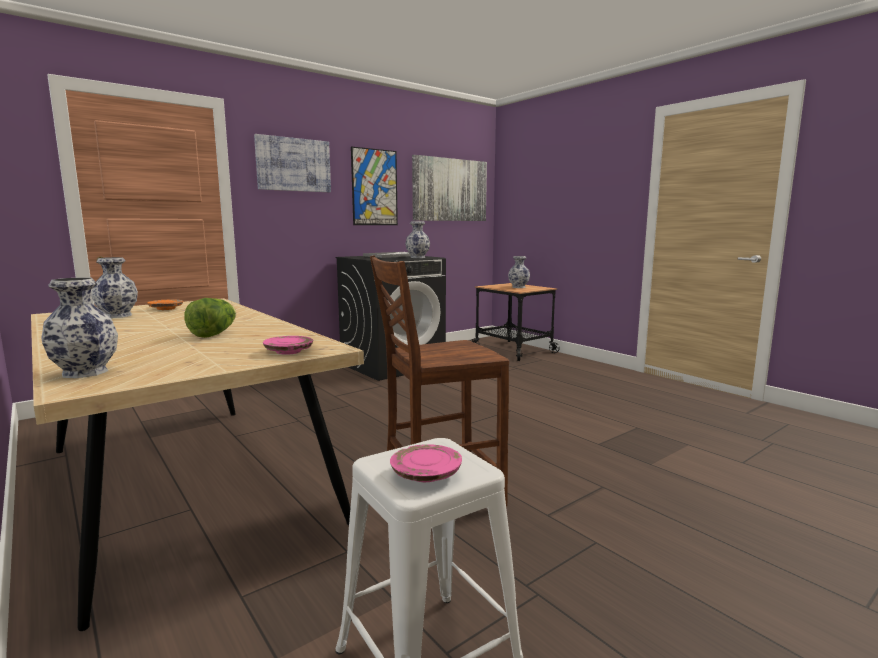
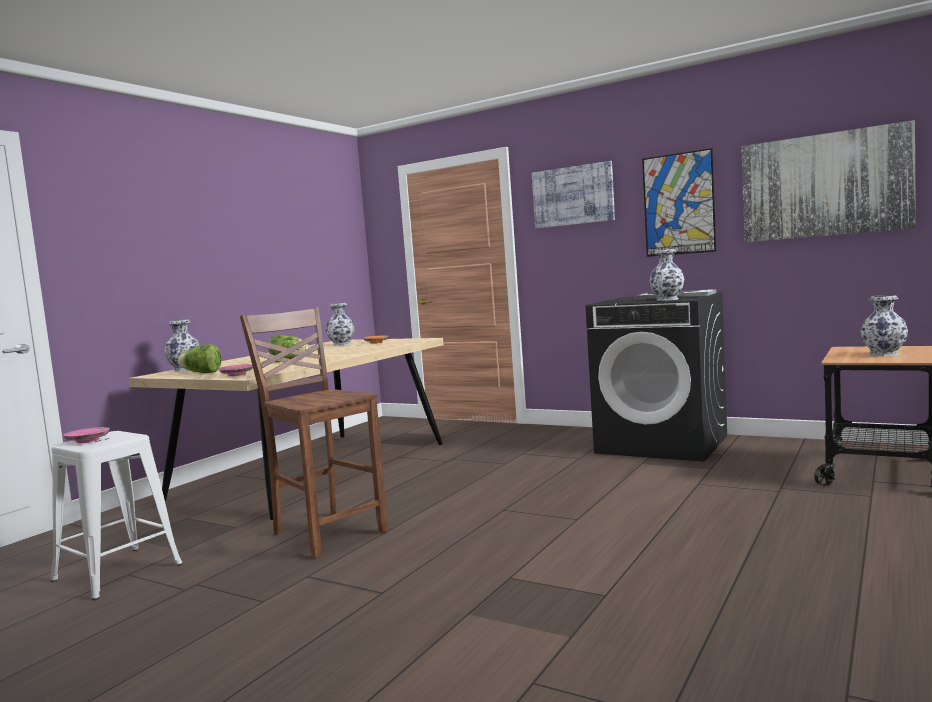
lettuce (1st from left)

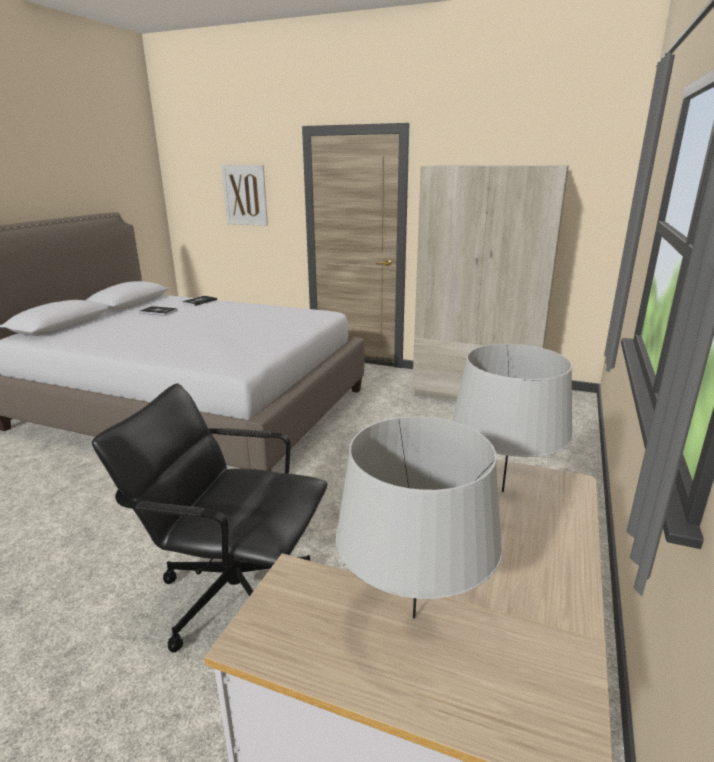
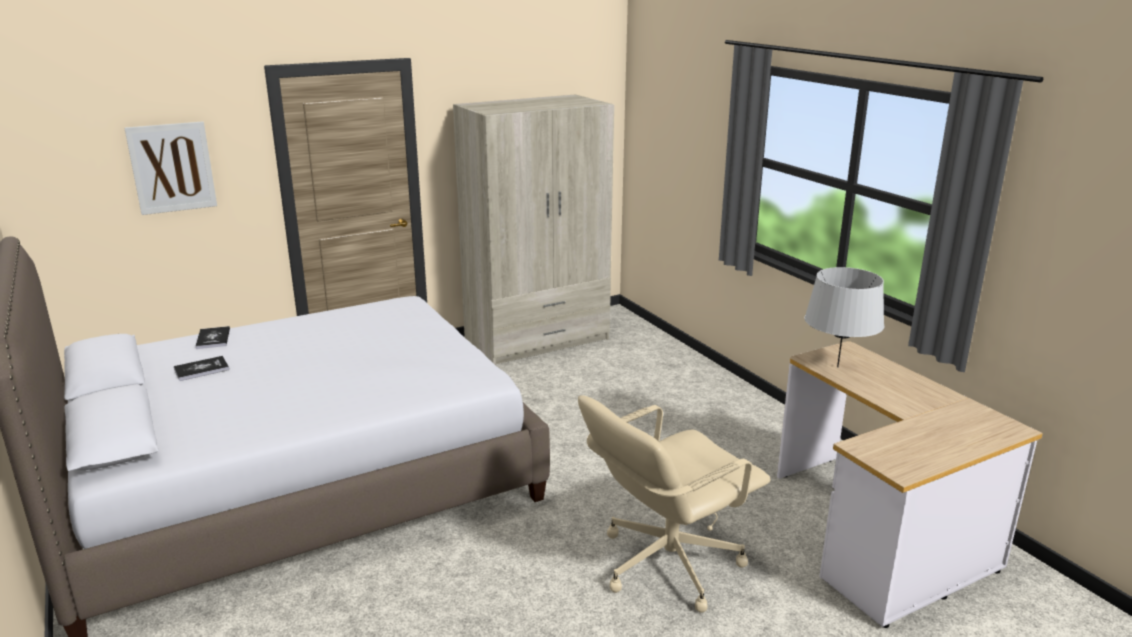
office chair in beige
table lamp in grey (1st from left in the first image)

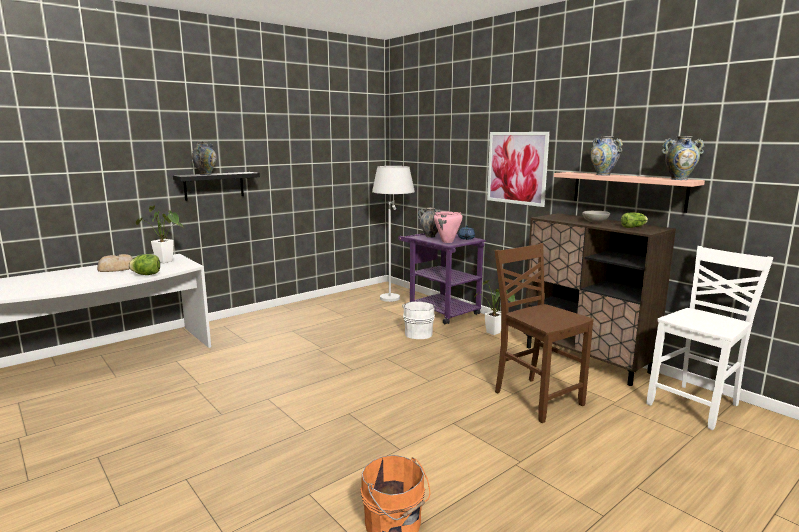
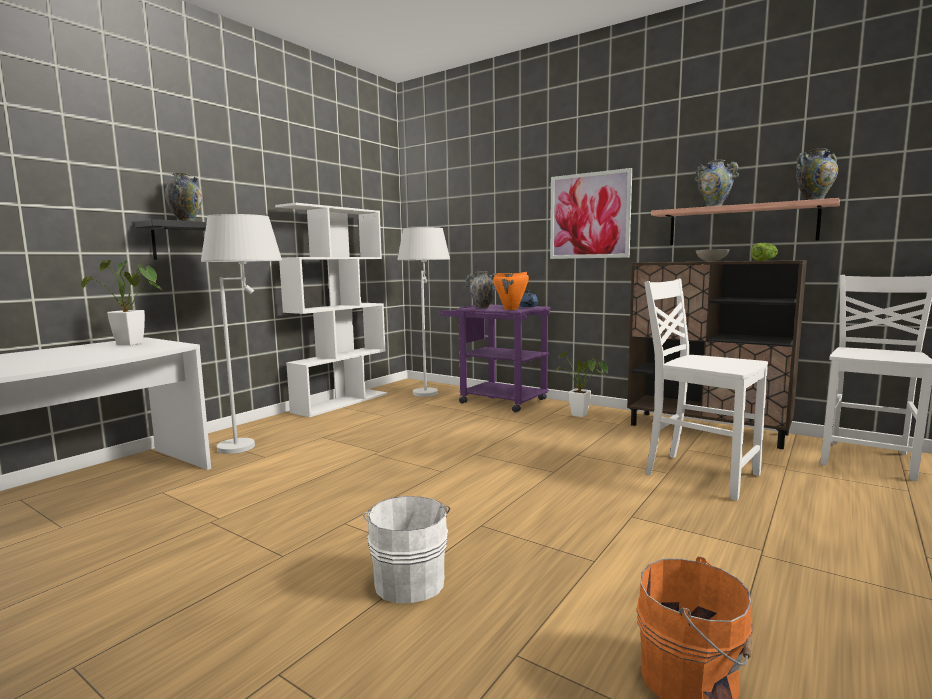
cooking pot in orange
chair in white (1st from left)
bread
lettuce (1st from left in the first image)
bucket in white
bookcase in white
floor lamp in white (1st from left)

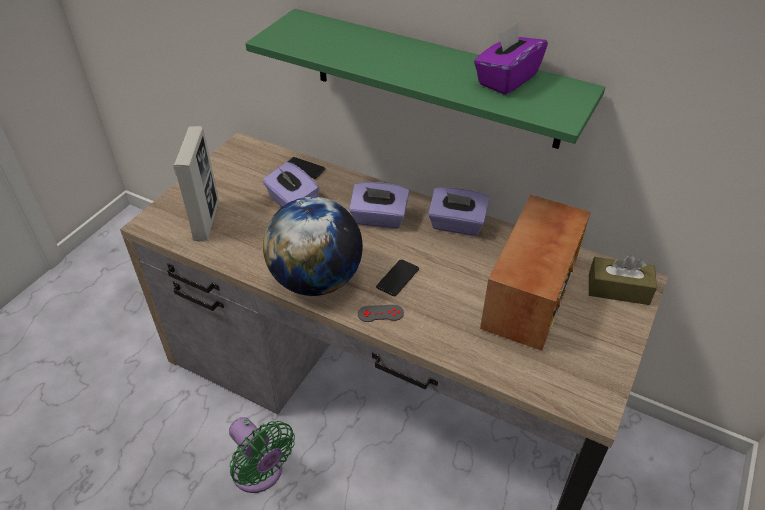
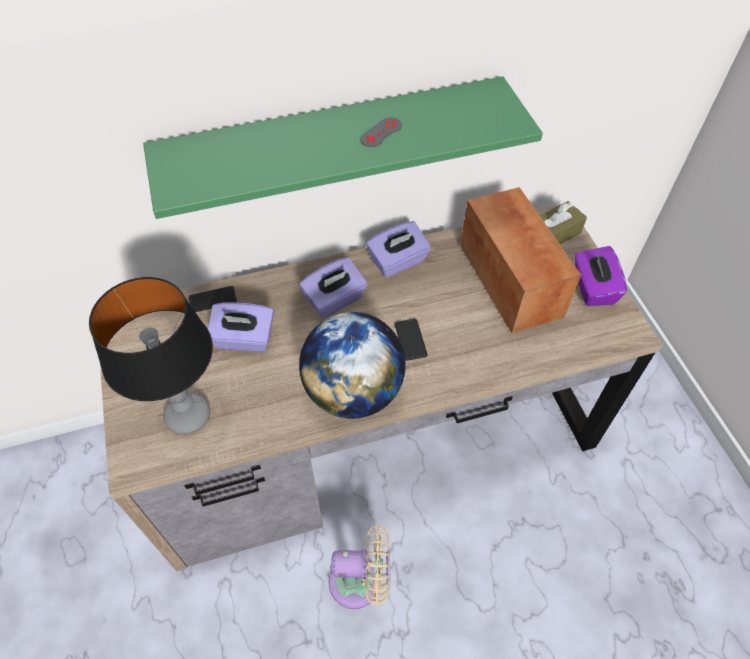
tissue box in purple (4th from left)
table lamp
game controller in grey
fan in beige

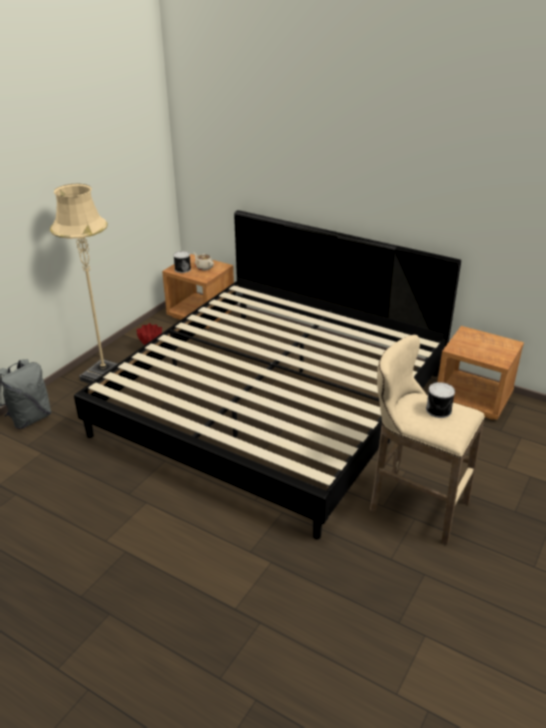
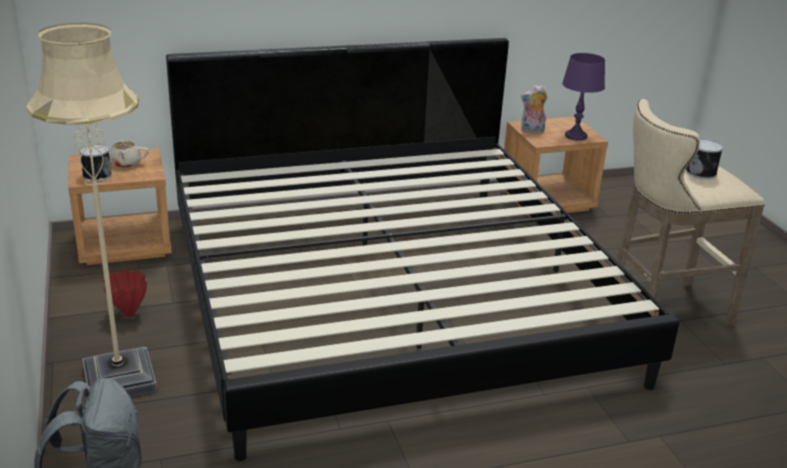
table lamp in purple
plush toy

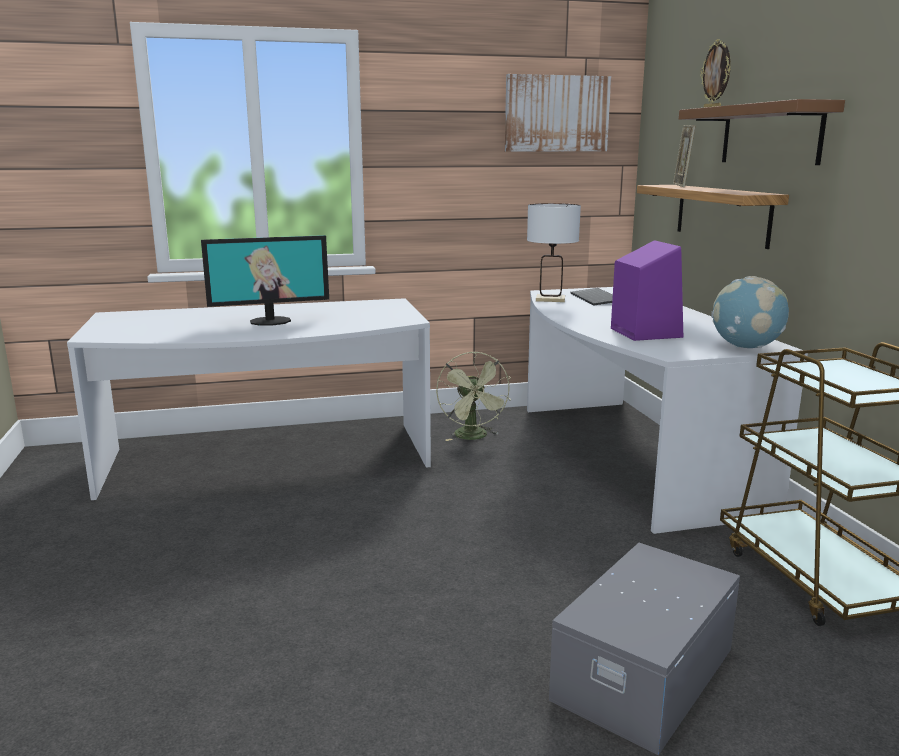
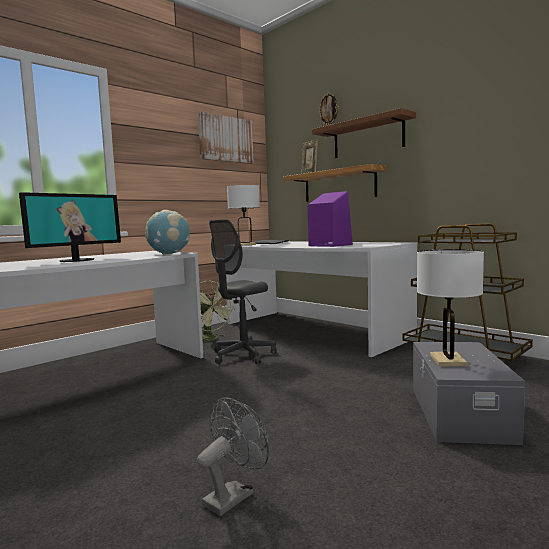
globe
office chair in grey
table lamp in white (2nd from left)
fan in grey

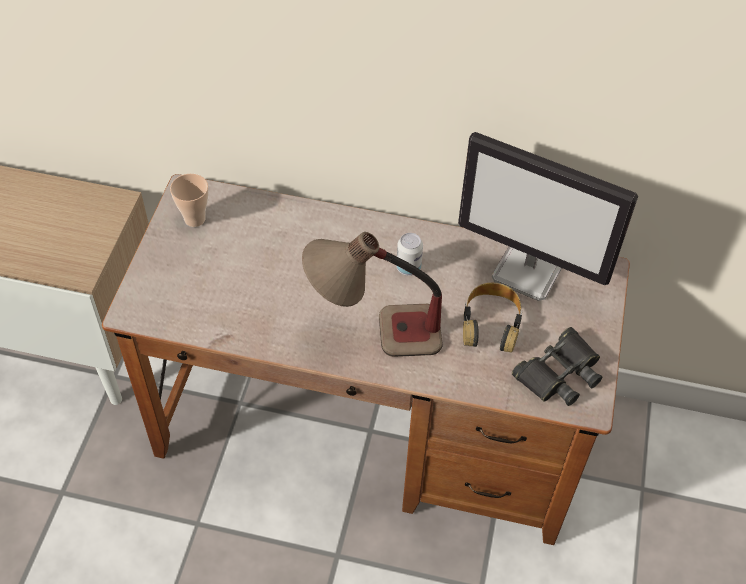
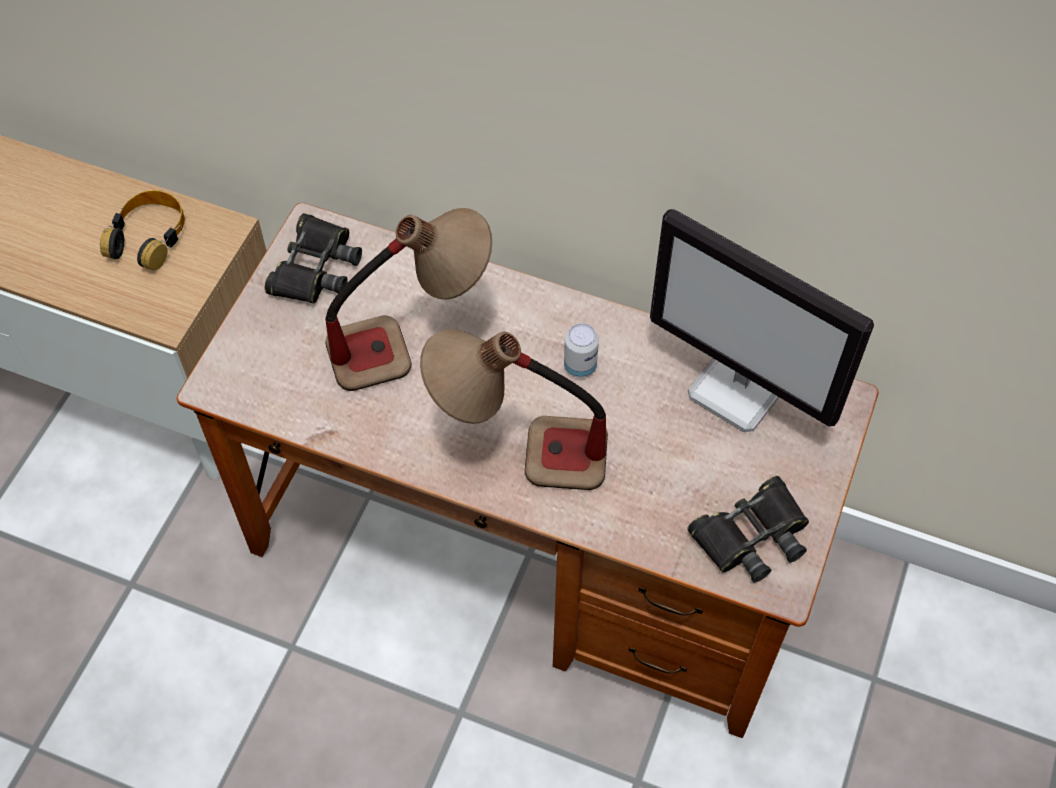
binoculars in black (1st from left)
headphones
table lamp (1st from left)

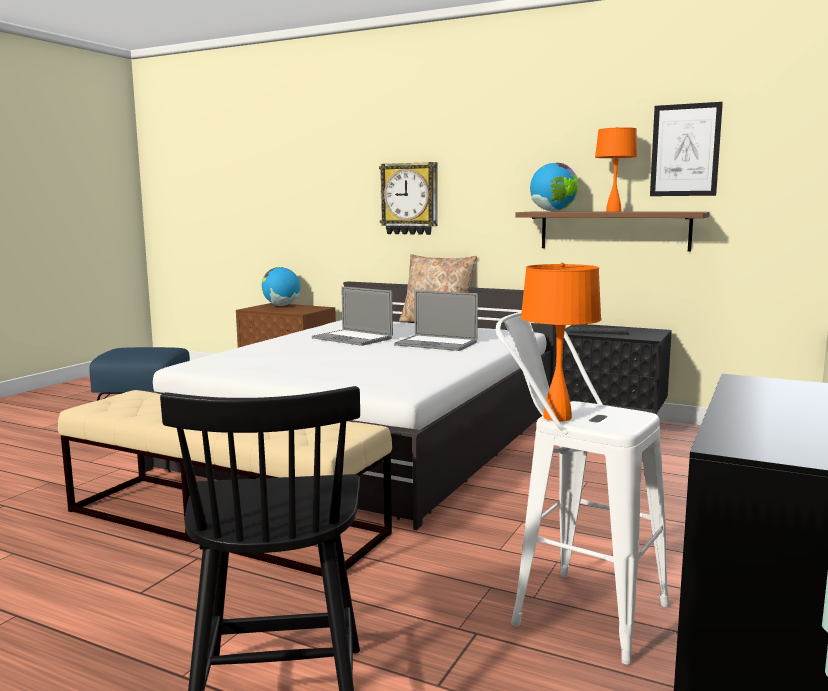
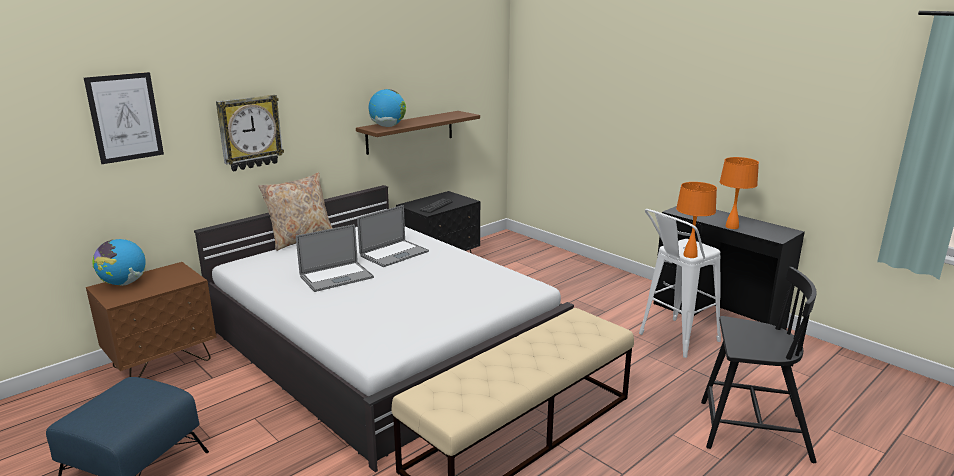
picture
table lamp in orange (2nd from left)

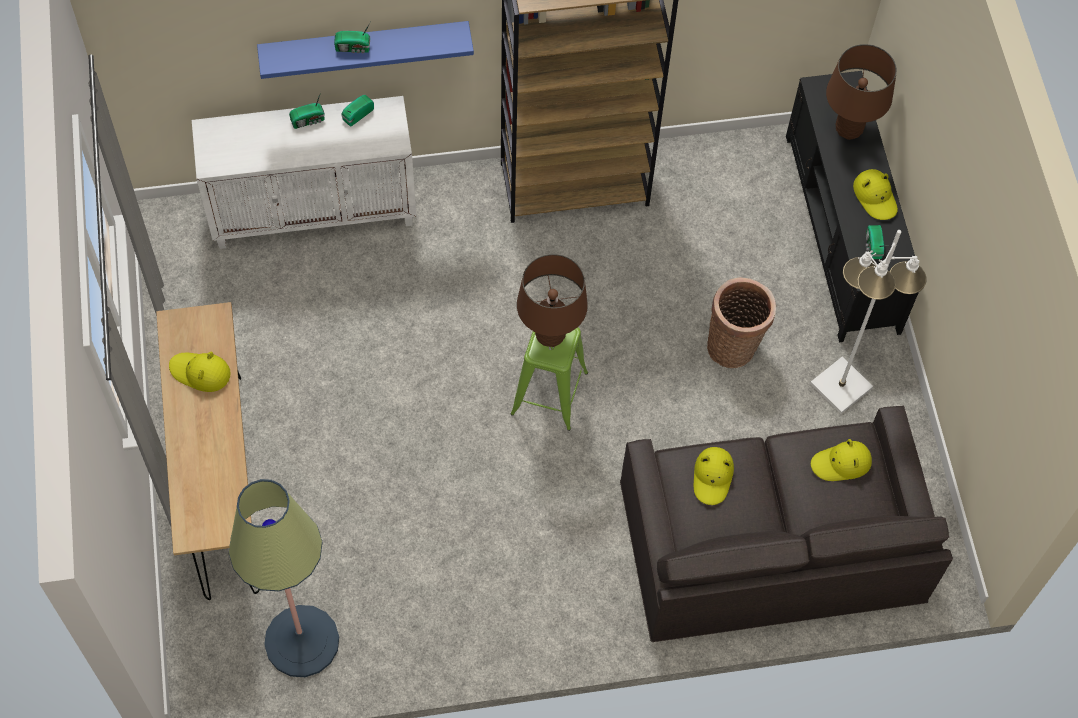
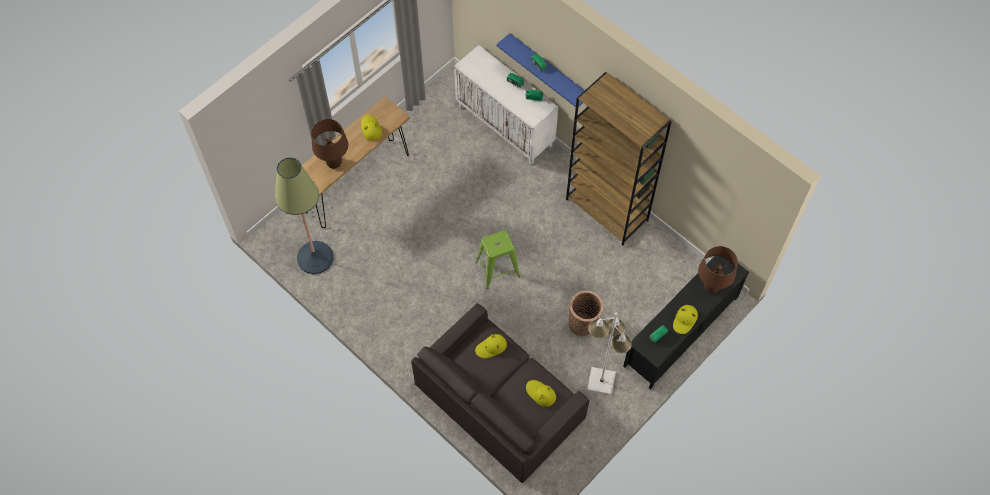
table lamp in brown (1st from left)

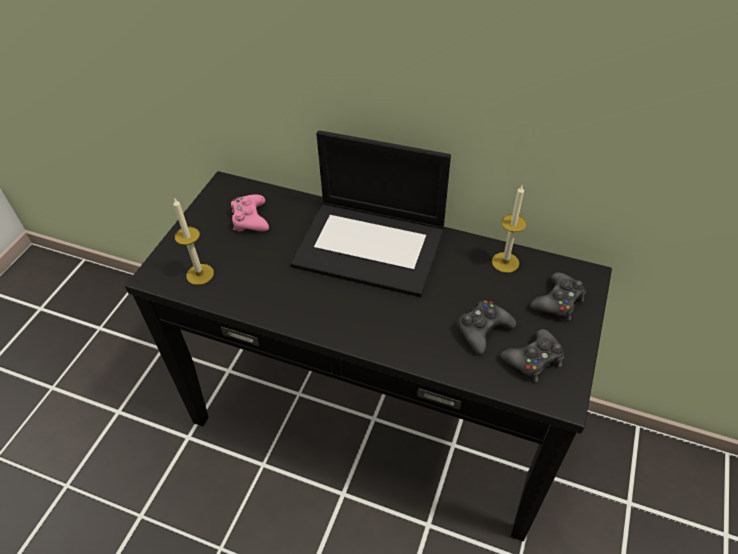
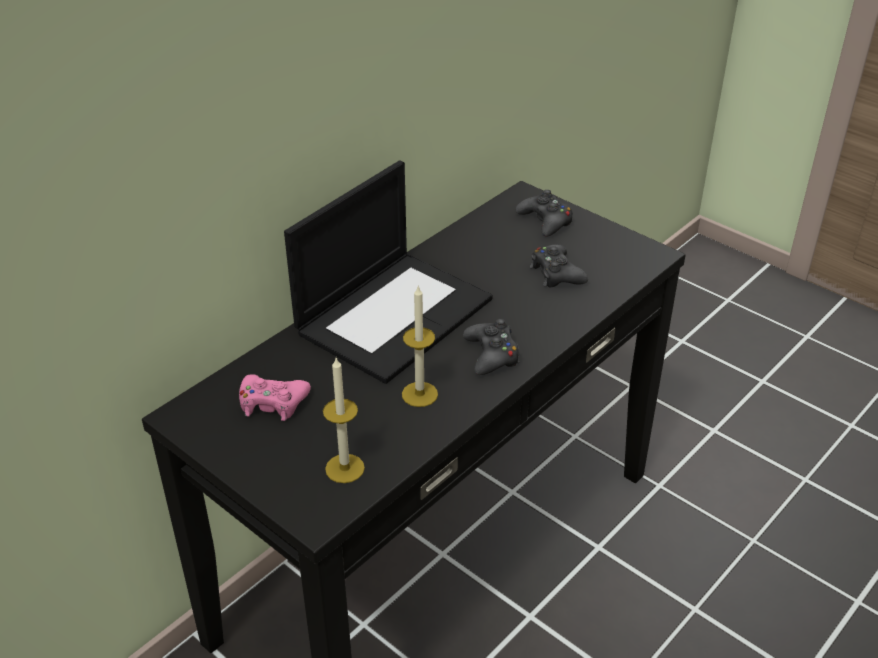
candle (2nd from left)
game controller in black (1st from left)

